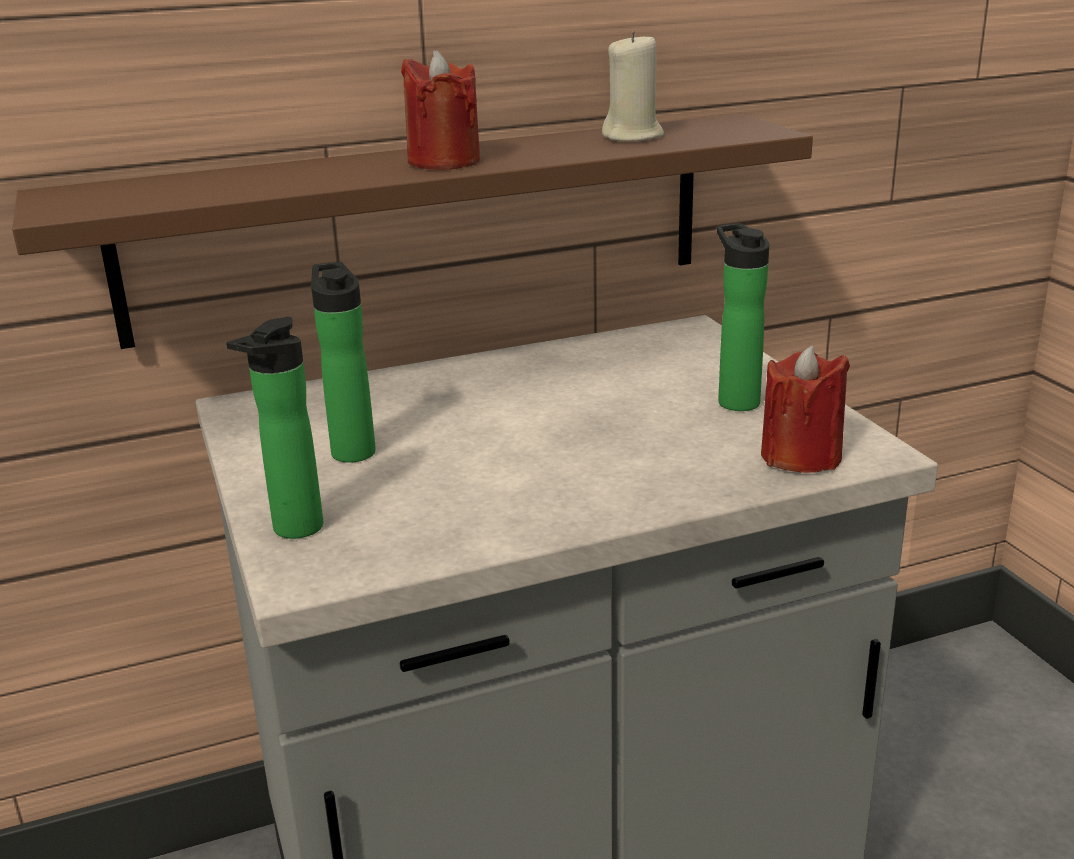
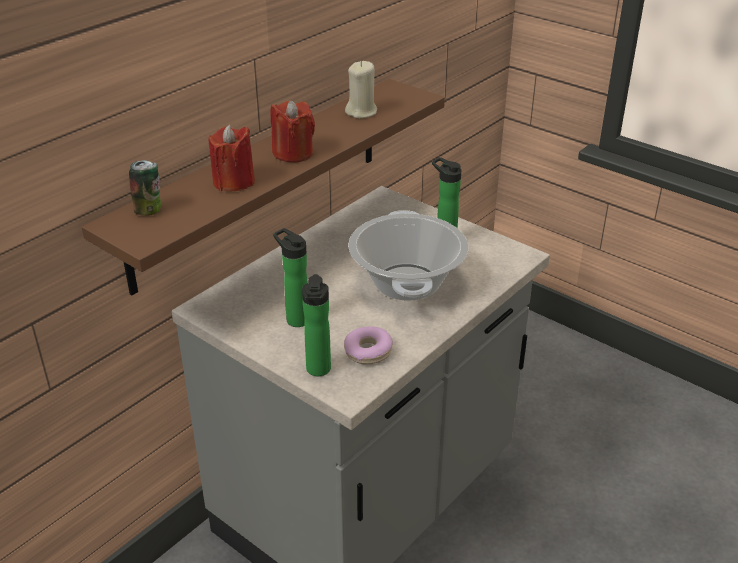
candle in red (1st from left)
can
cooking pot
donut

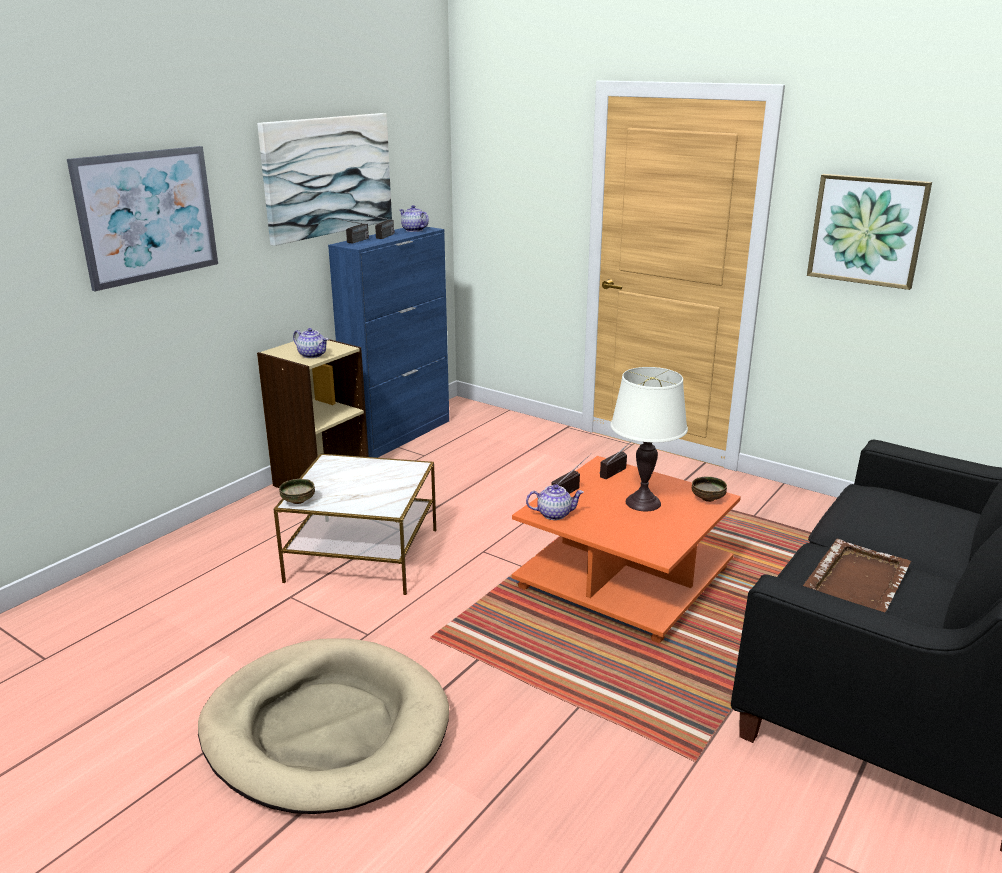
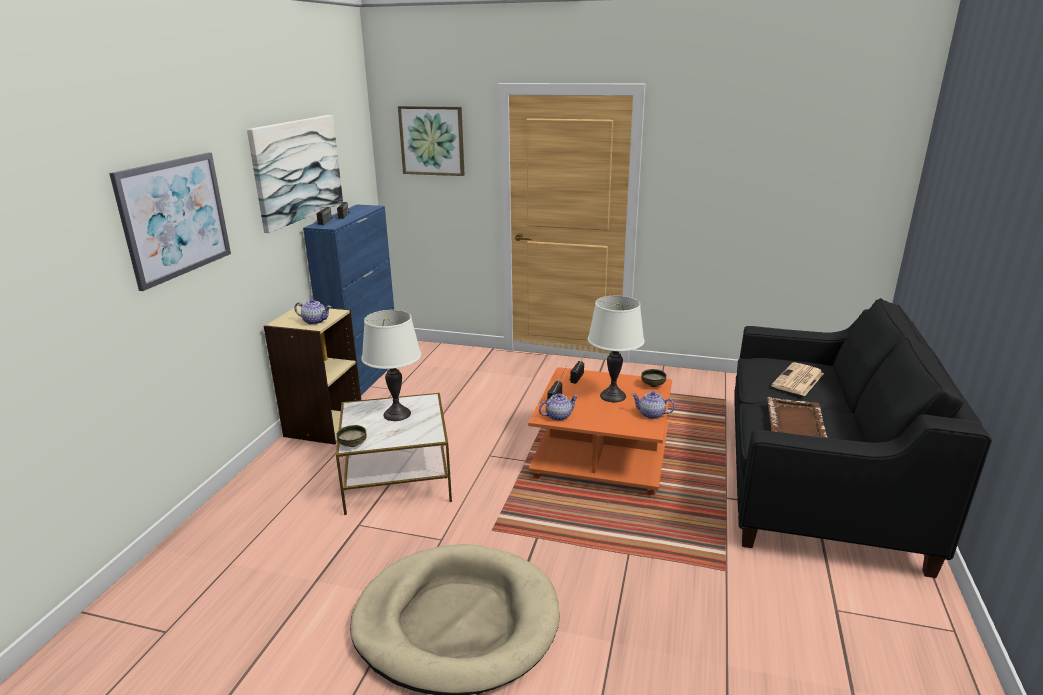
picture (3rd from left)
teapot (3rd from left)
table lamp in white (1st from left)
newspaper

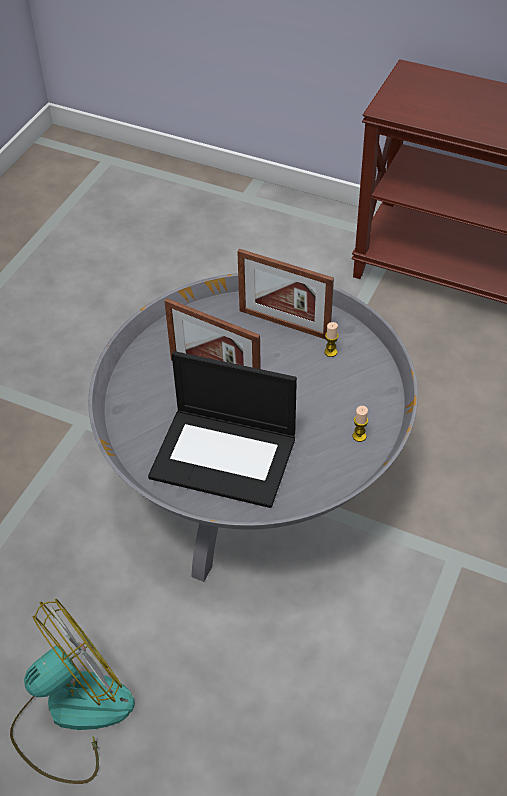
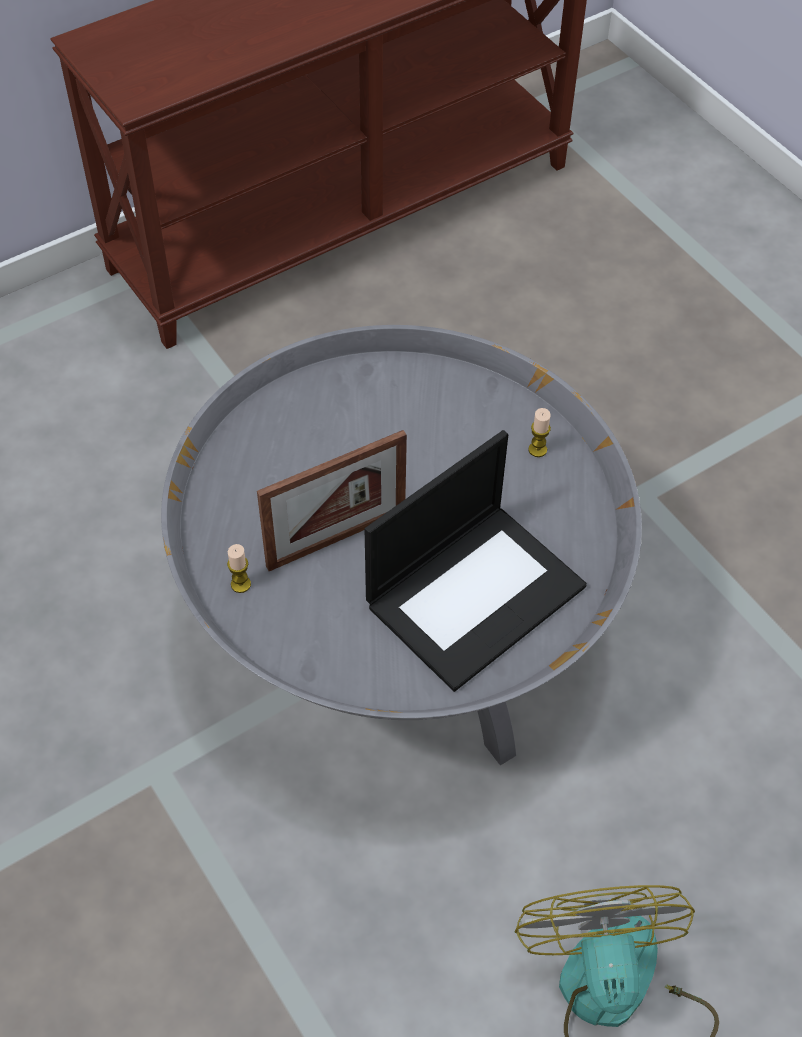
picture frame (2nd from left in the first image)
candle (1st from left)

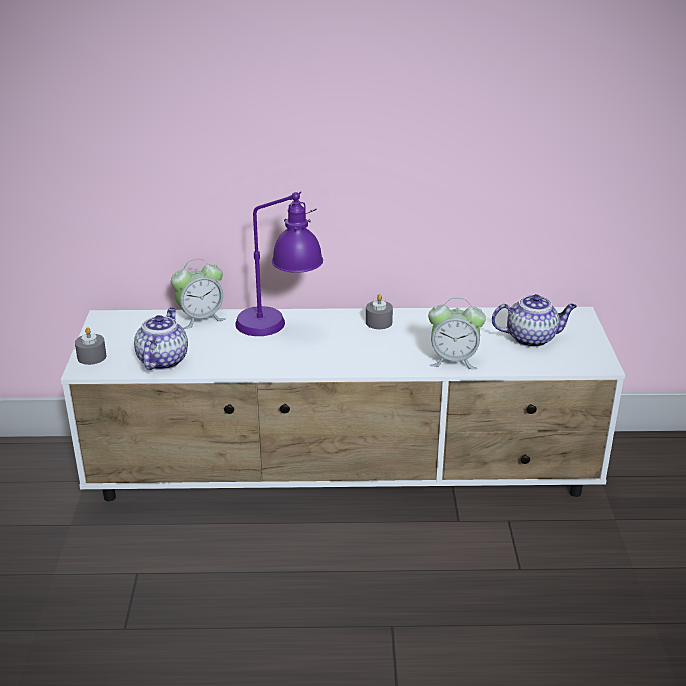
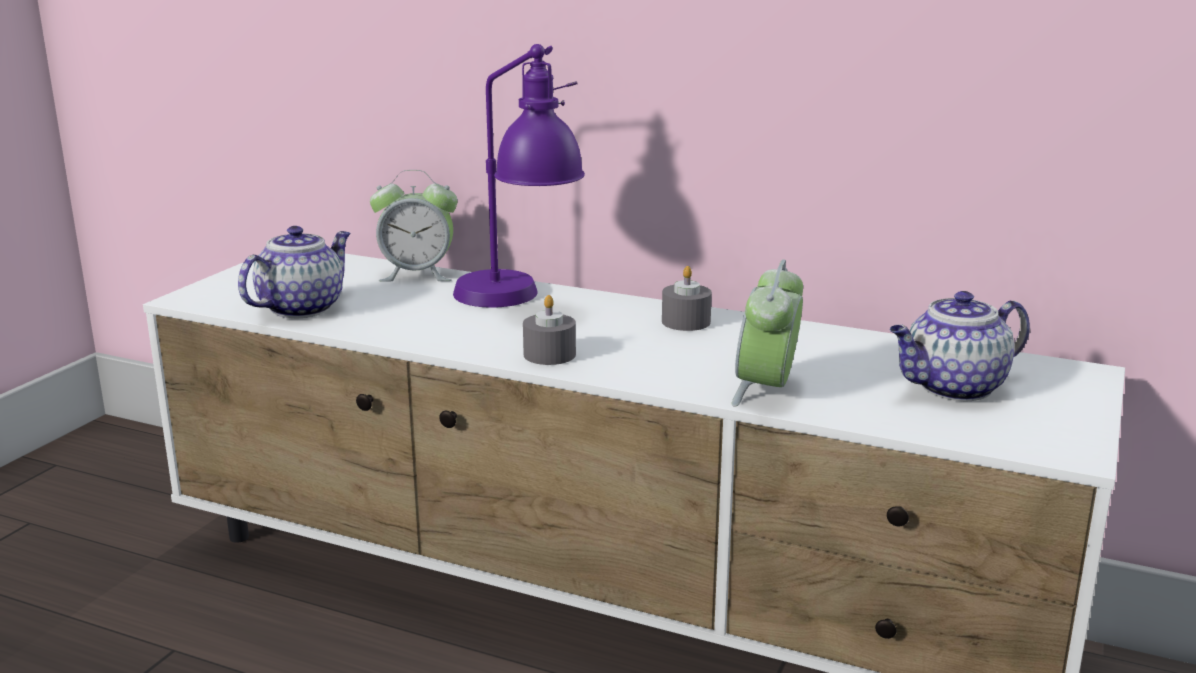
teapot (2nd from left)
alarm clock (2nd from left)
candle in grey (1st from left)

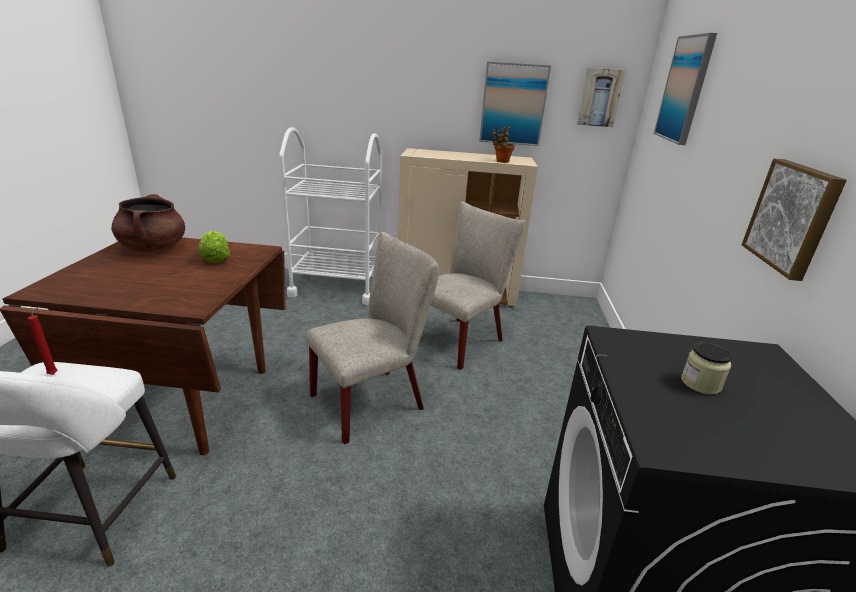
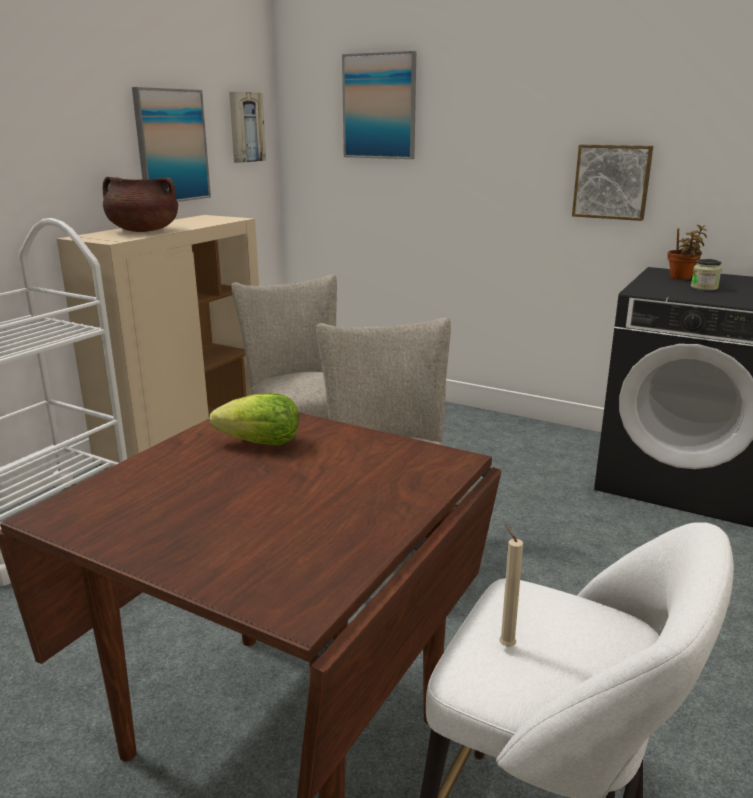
potted plant
cooking pot in brown
candle in beige

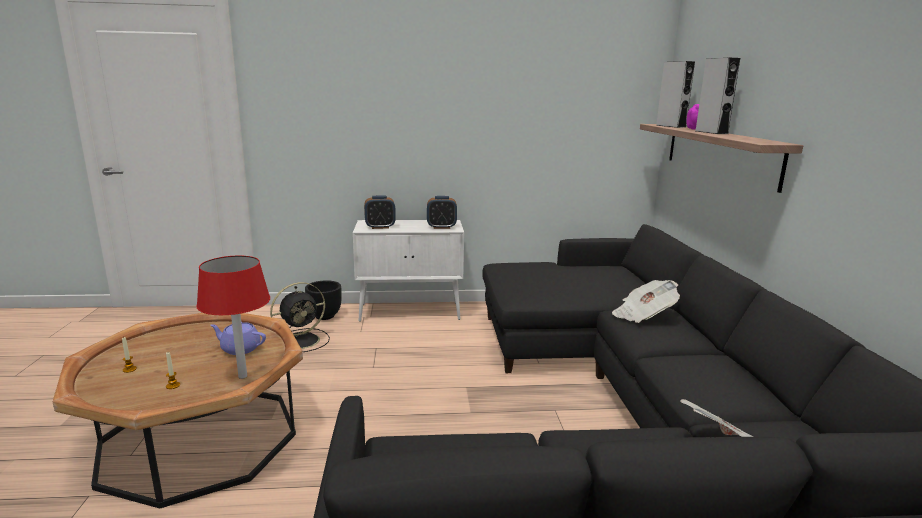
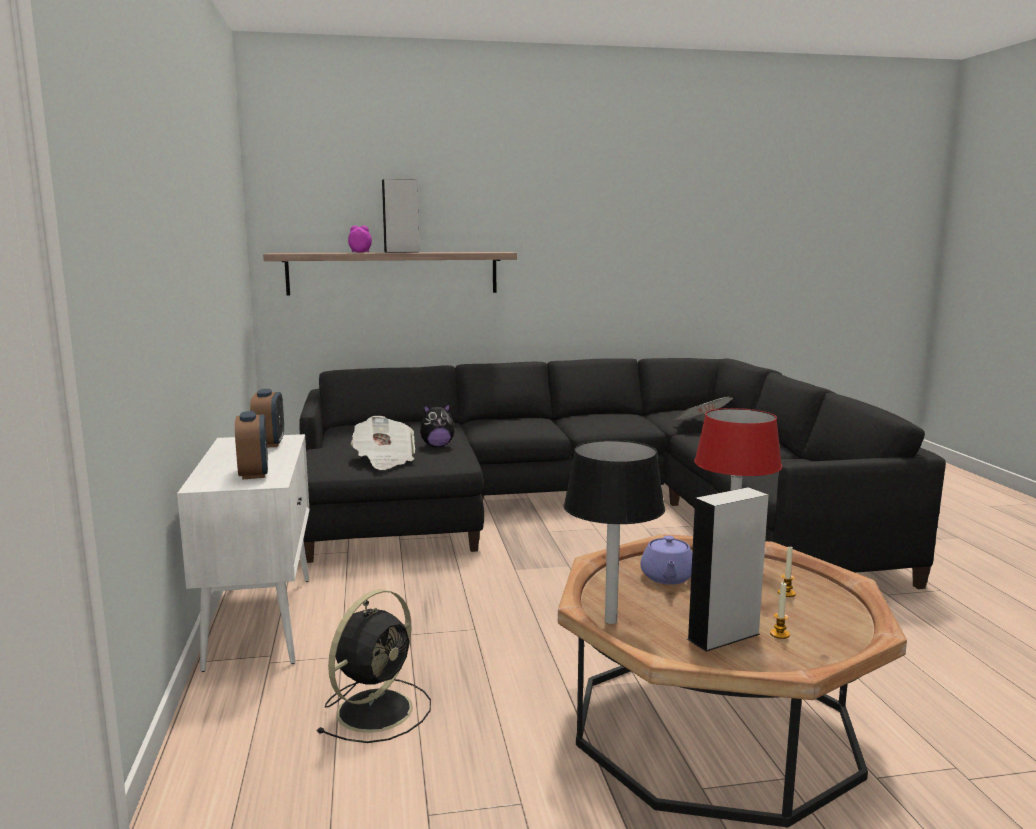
speaker in grey (2nd from left)
planter in black
newspaper (1st from left)
fan in black
plush toy
table lamp in black

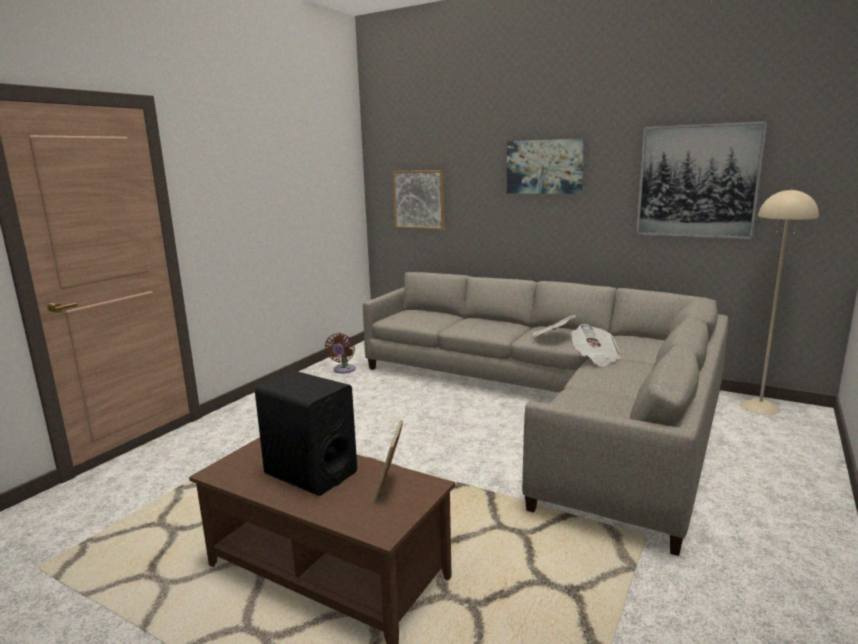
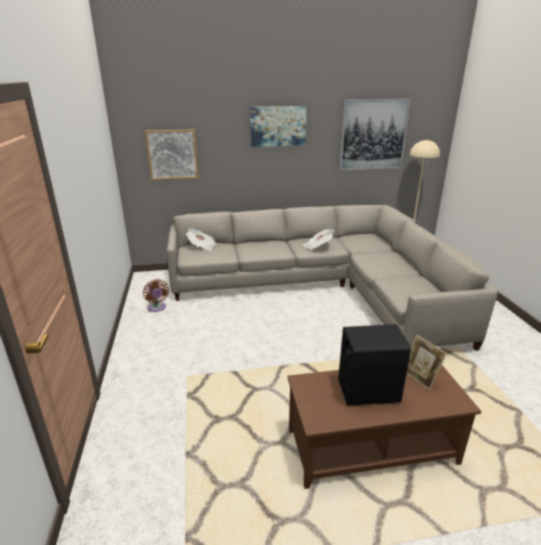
newspaper (1st from left)

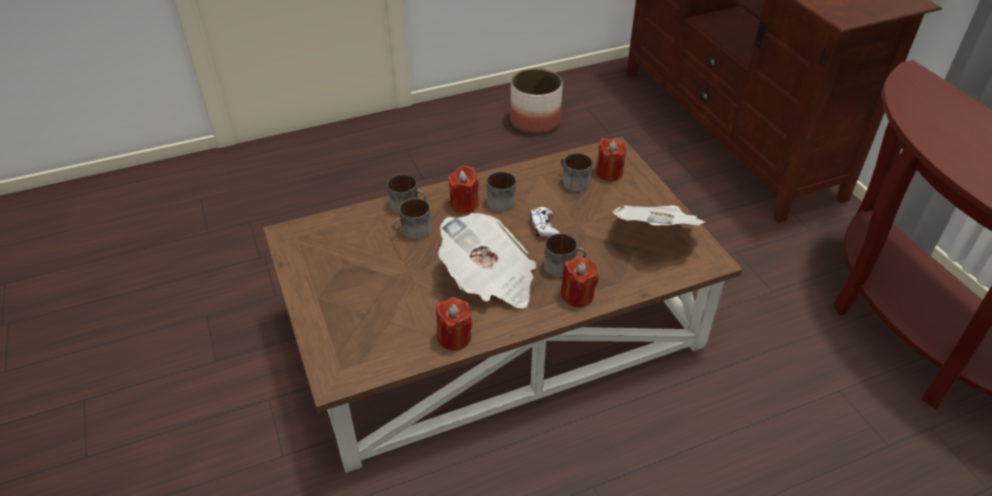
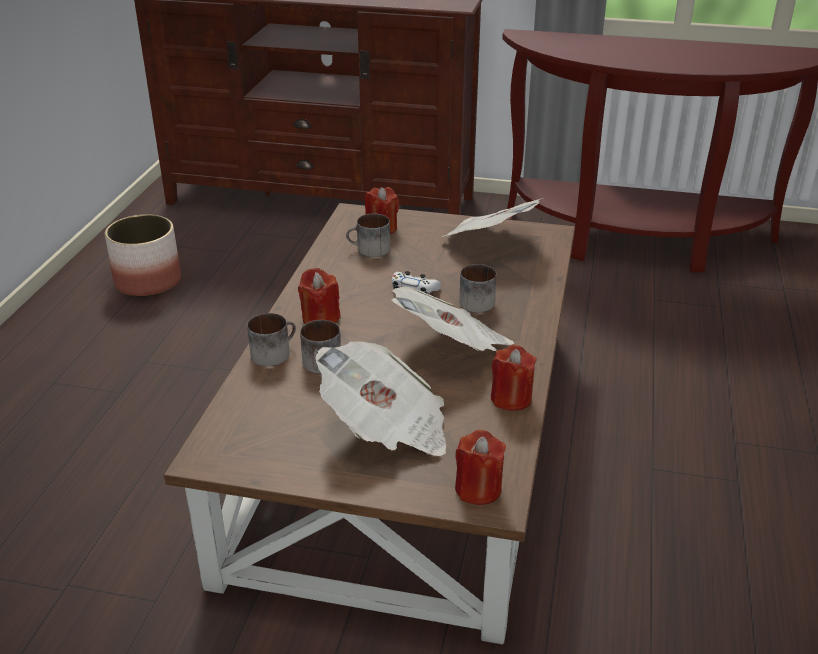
mug (3rd from left in the first image)
candle in red (3rd from left)
newspaper (1st from left)

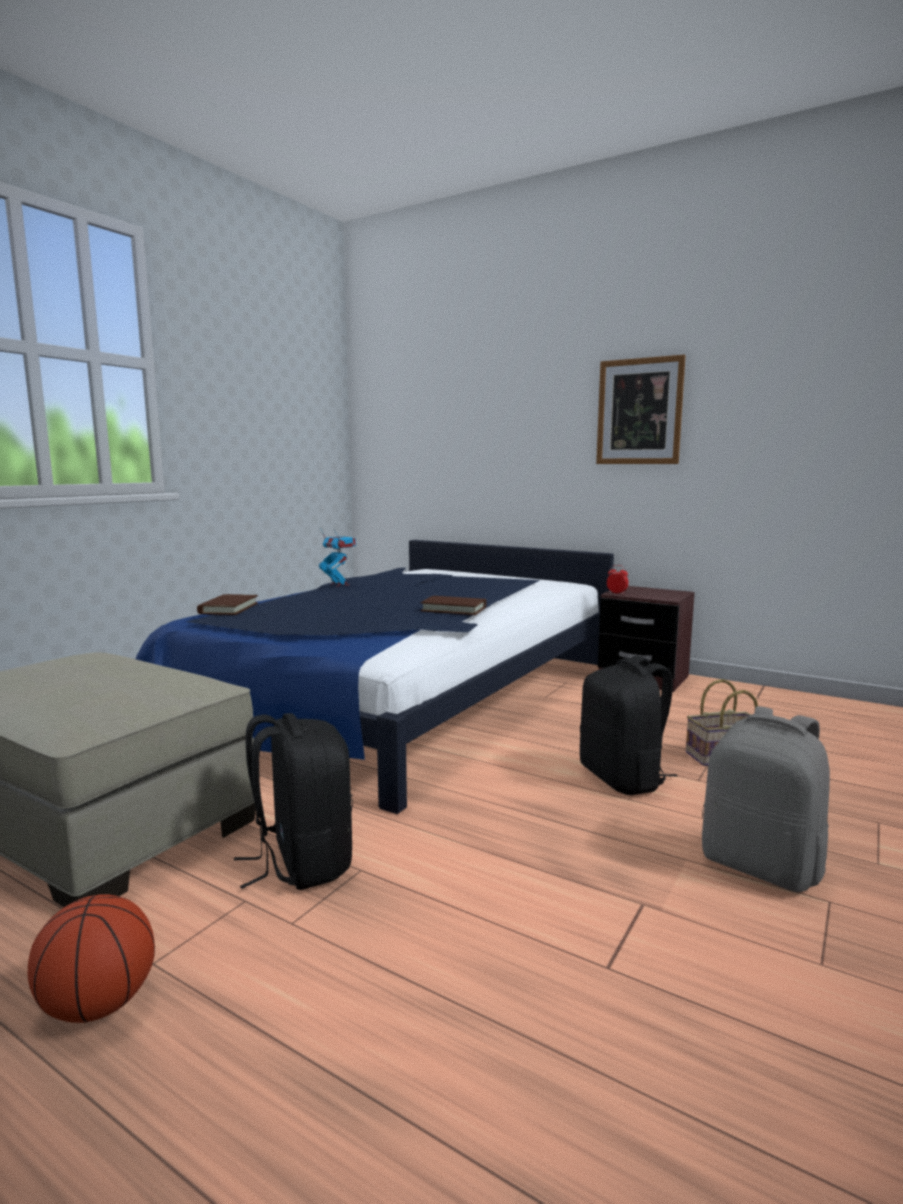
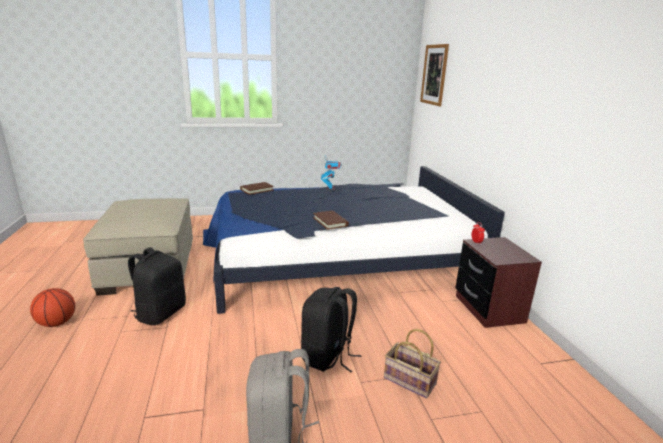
picture

